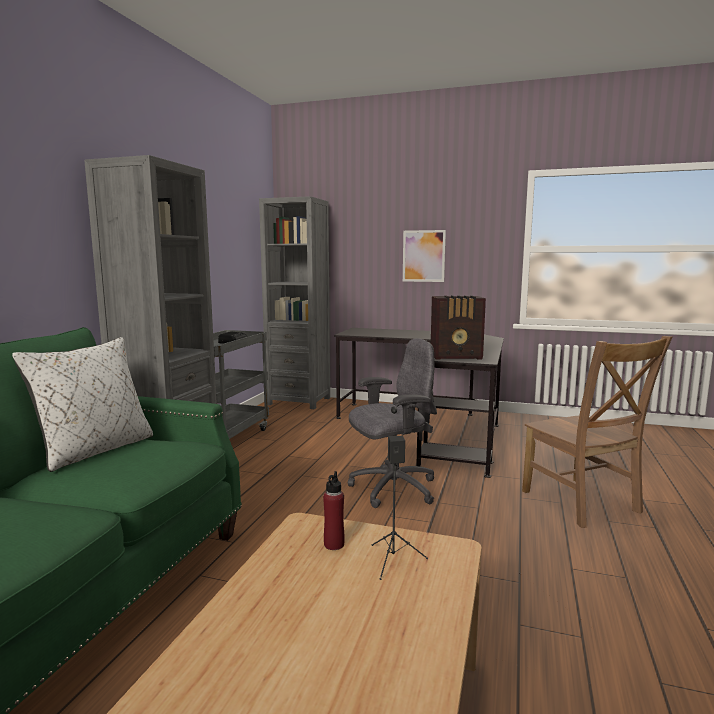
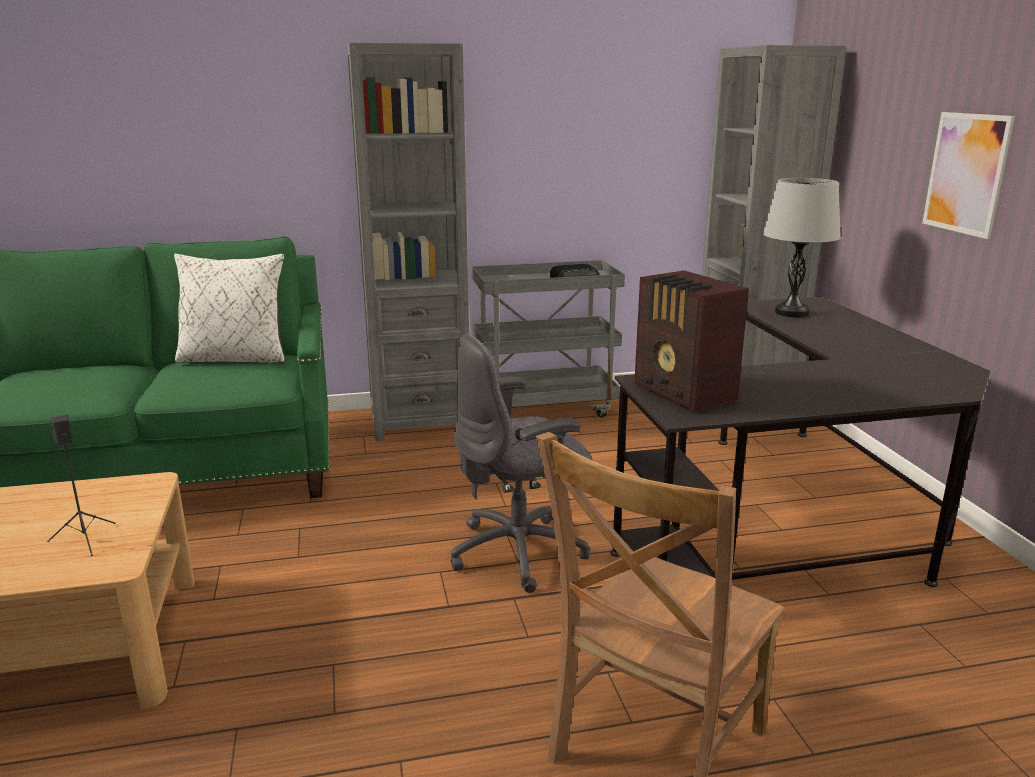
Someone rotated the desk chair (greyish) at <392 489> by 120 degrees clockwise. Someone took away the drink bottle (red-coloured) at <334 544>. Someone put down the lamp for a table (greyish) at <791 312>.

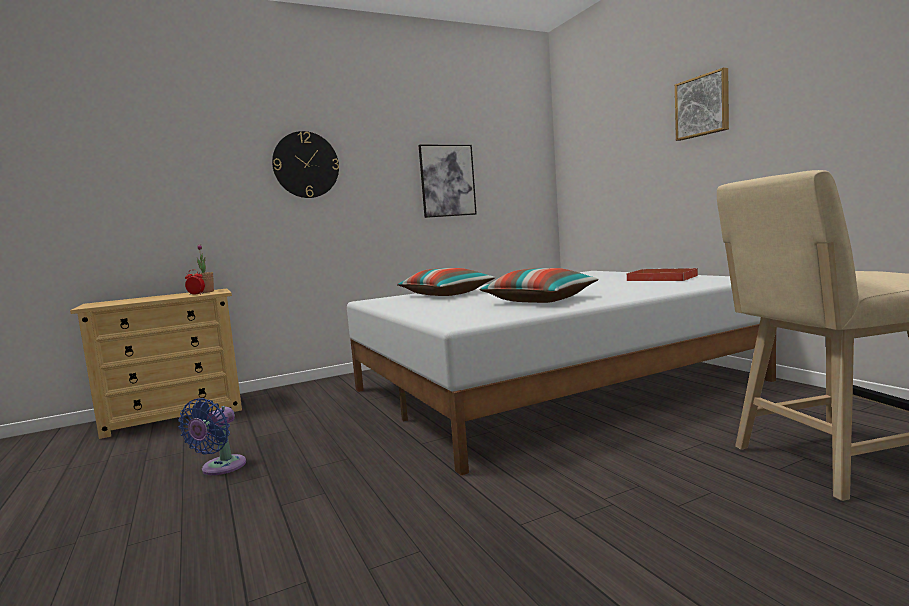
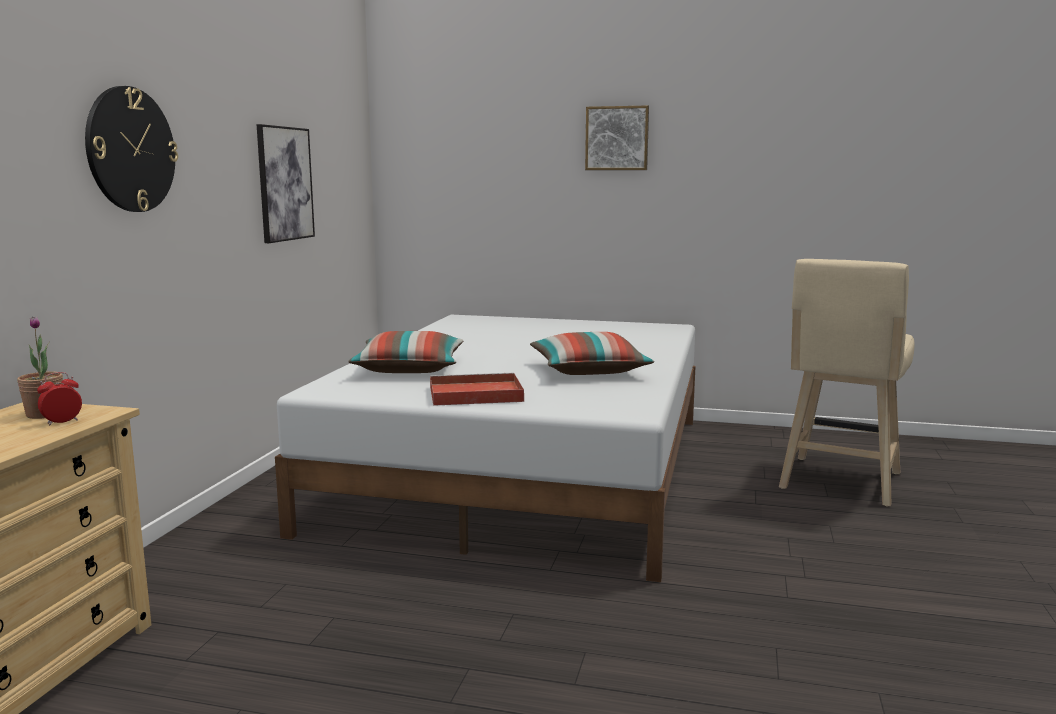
Someone carried the serving tray (red-coloured) from <660 278> to <473 394>. Someone took away the cooling fan (bluish) at <220 468>.

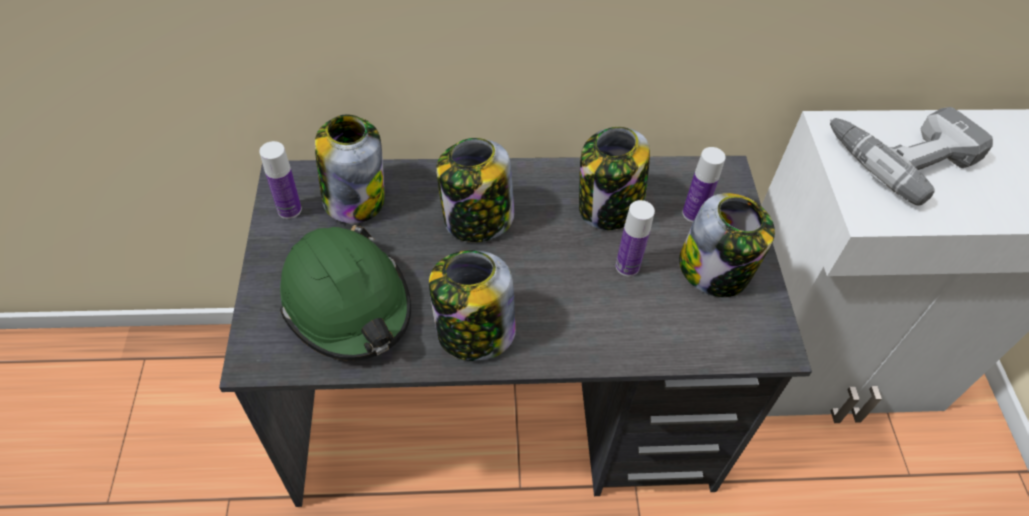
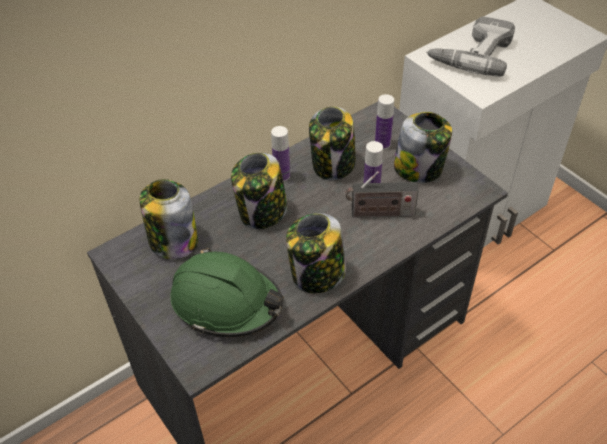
Someone carried the drink bottle from <289 210> to <282 176>. Someone put down the radio receiver at <379 213>.

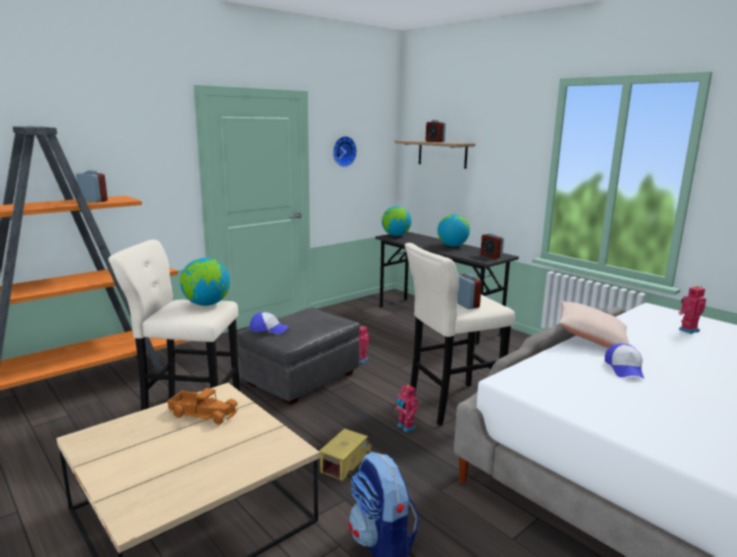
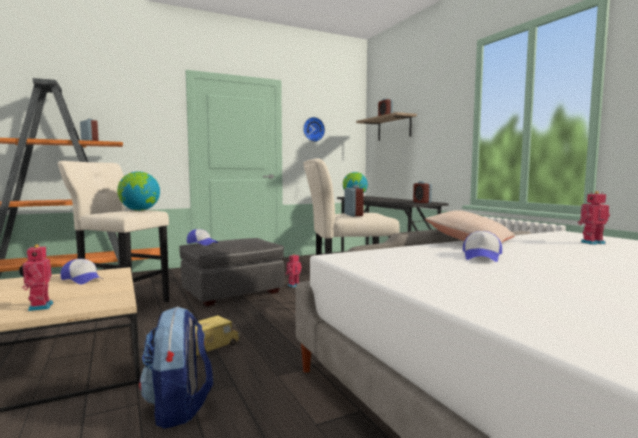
Someone took away the globe at <452 246>. Someone carried the model robot from <405 427> to <38 307>. Someone swapped the model truck at <203 413> for the baseball cap at <83 279>.

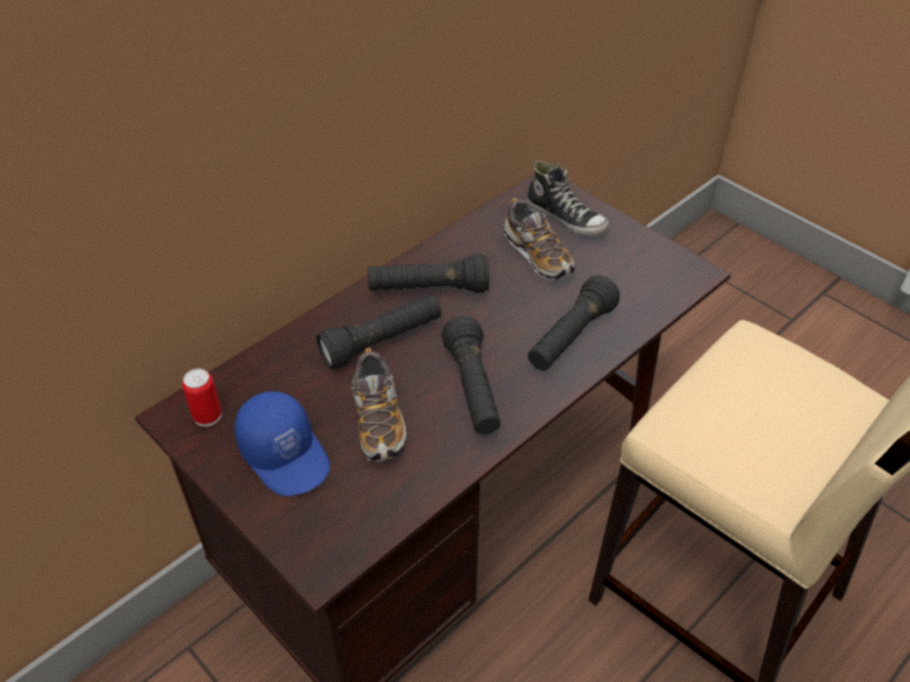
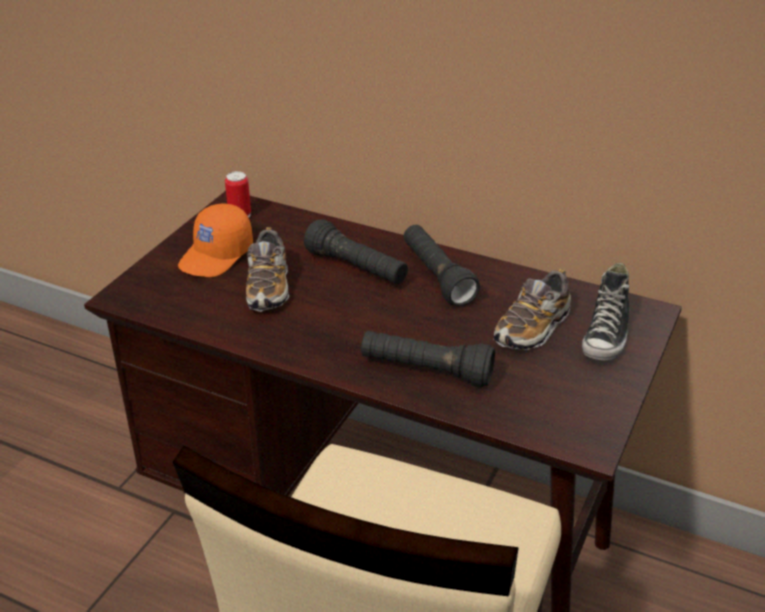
Someone took away the torch (black-coloured) at <473 389>. Someone rotated the low shoe at <379 421> by 60 degrees counterclockwise. Someone repainted the baseball cap (bluish) at <286 454>, which became the baseball cap (orange) at <217 256>.

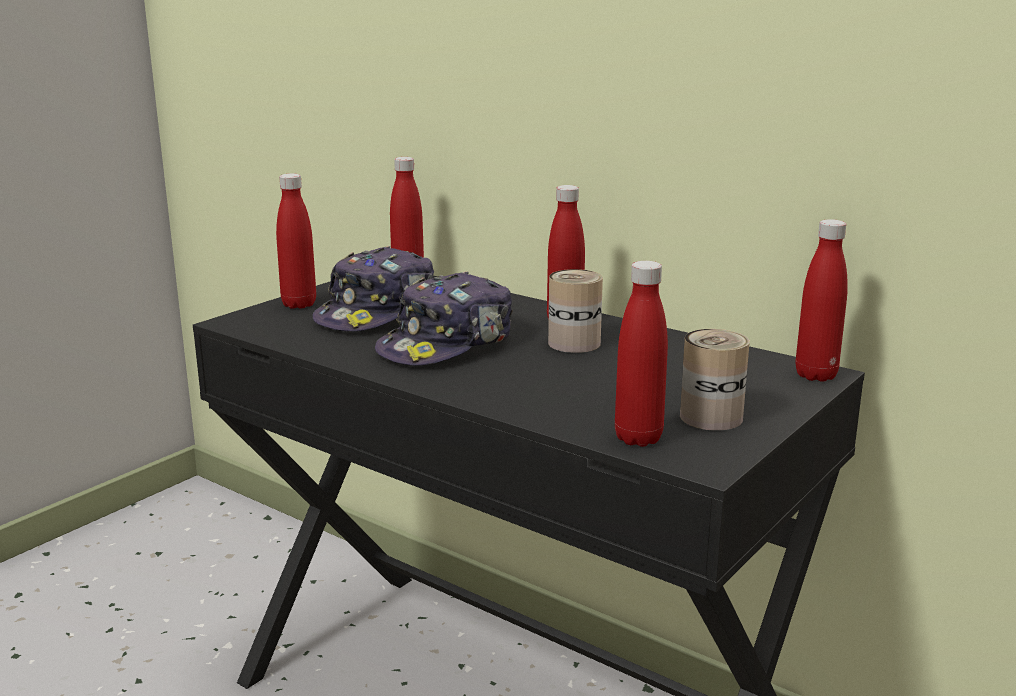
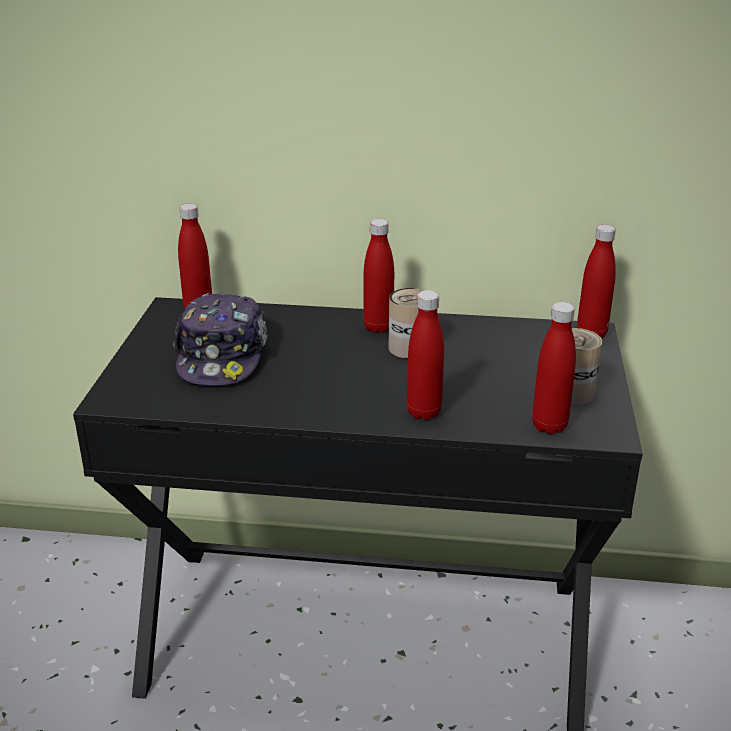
Someone carried the drink bottle (red-coloured) from <299 304> to <423 412>. Someone took away the baseball cap at <447 344>.

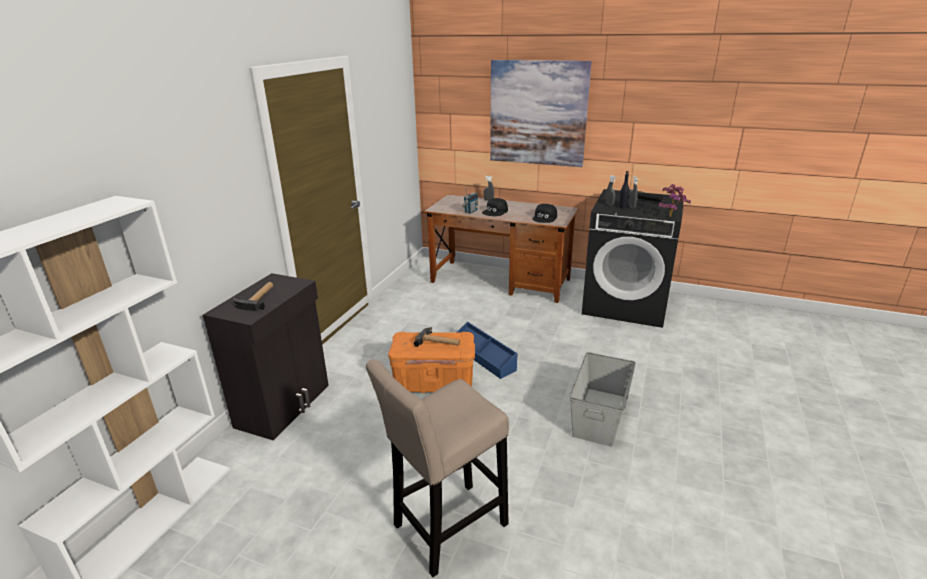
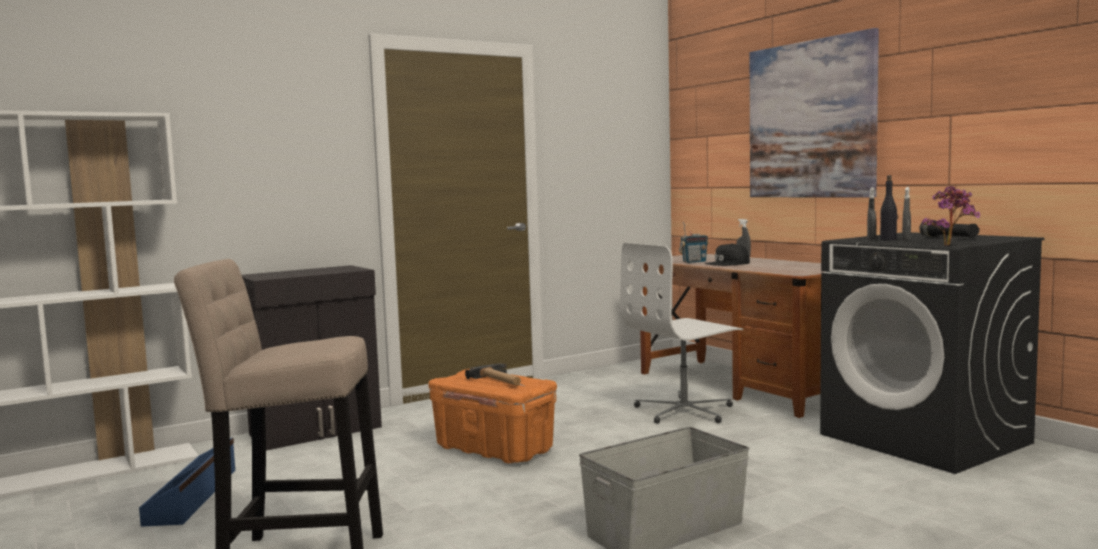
Someone took away the baseball cap (black-coloured) at <545 218>. Someone took away the tool hammer at <258 298>. Someone carried the storage container (bluish) from <483 356> to <194 496>. Someone put down the desk chair (white) at <685 411>.

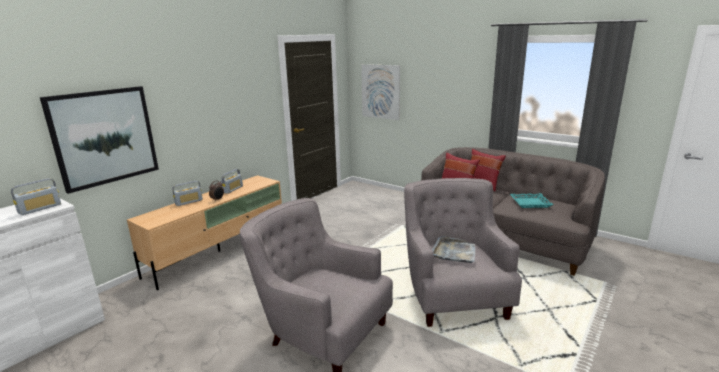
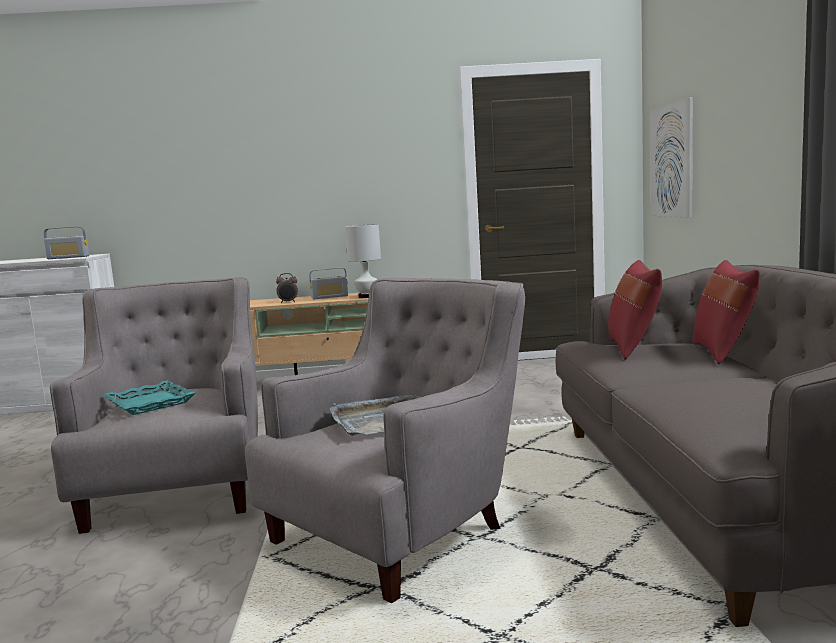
Someone took away the wall art at <104 137>. Someone took away the radio receiver at <189 202>. Someone carried the serving tray (turquoise-coloured) from <530 203> to <150 403>. Someone put down the lamp for a table (white) at <366 296>.

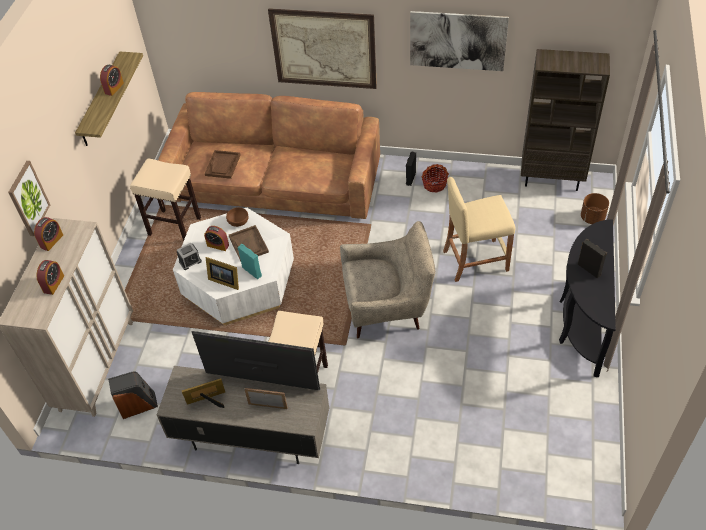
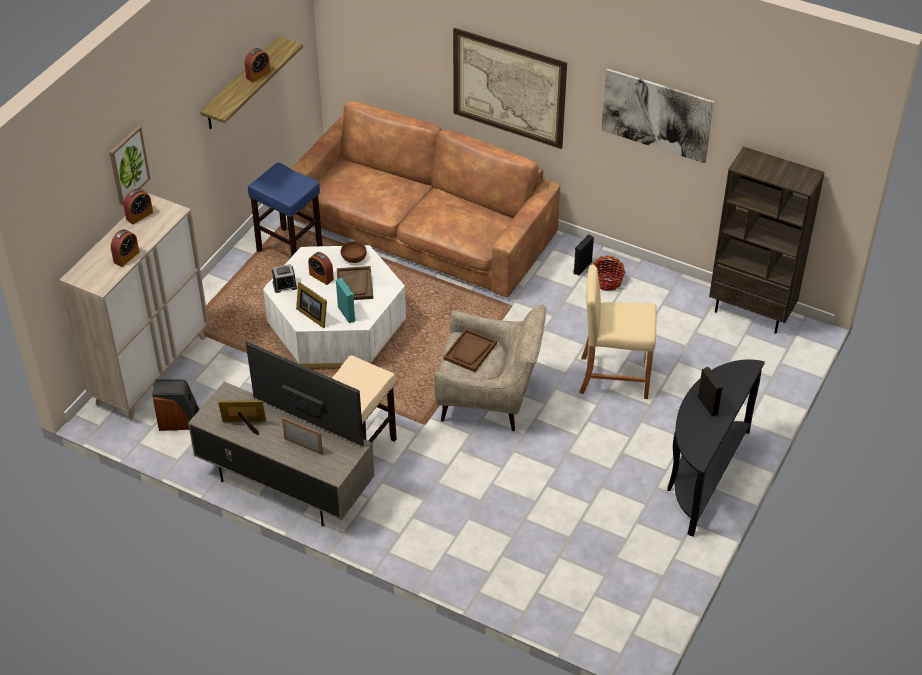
Someone carried the serving tray (brownish) from <223 165> to <470 351>. Someone repainted the stool (beige-coloured) at <175 226>, which became the stool (bluish) at <290 249>. Someone took away the planter (brownish) at <592 217>.

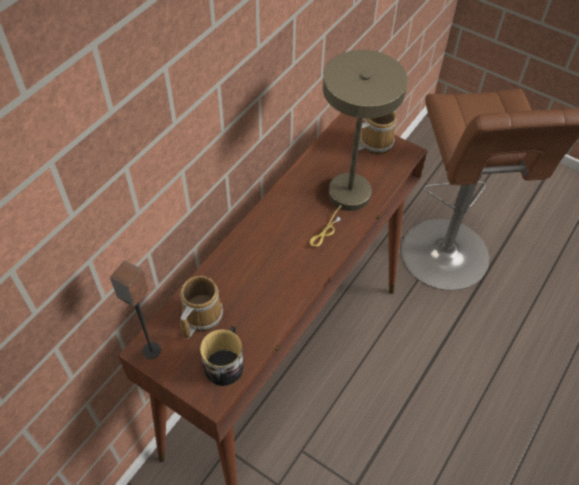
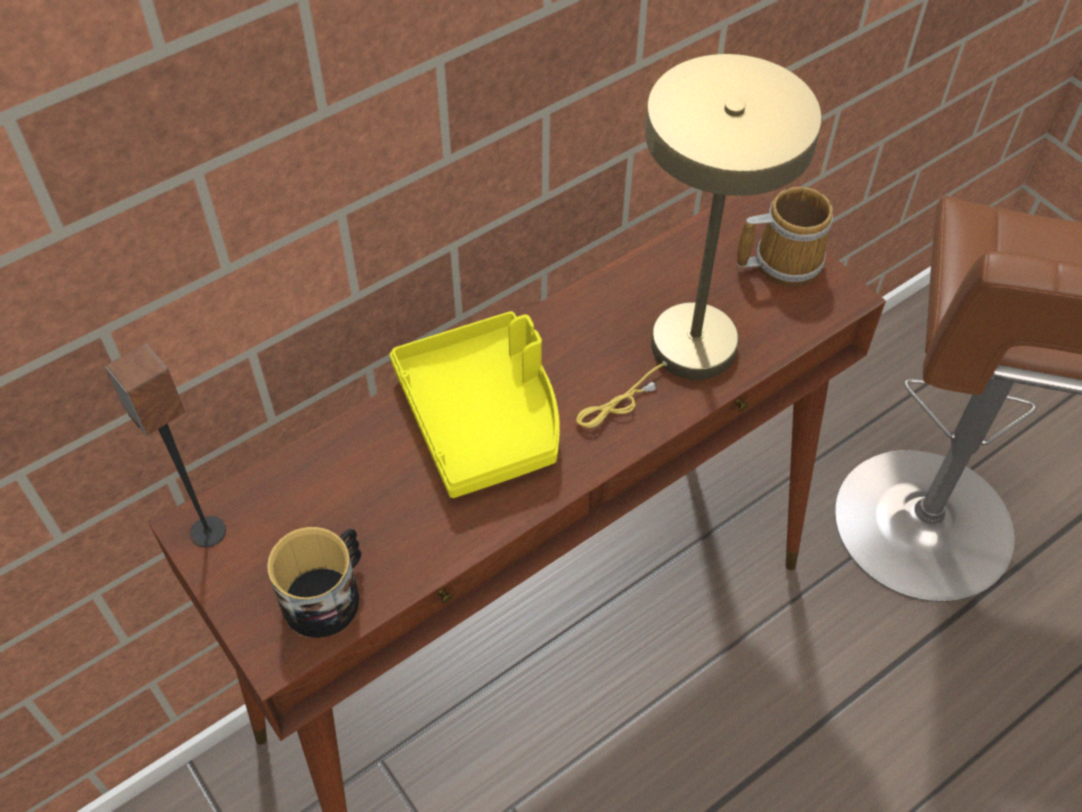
Someone took away the mug at <200 316>. Someone put down the serving tray (yellow-coloured) at <484 416>.

